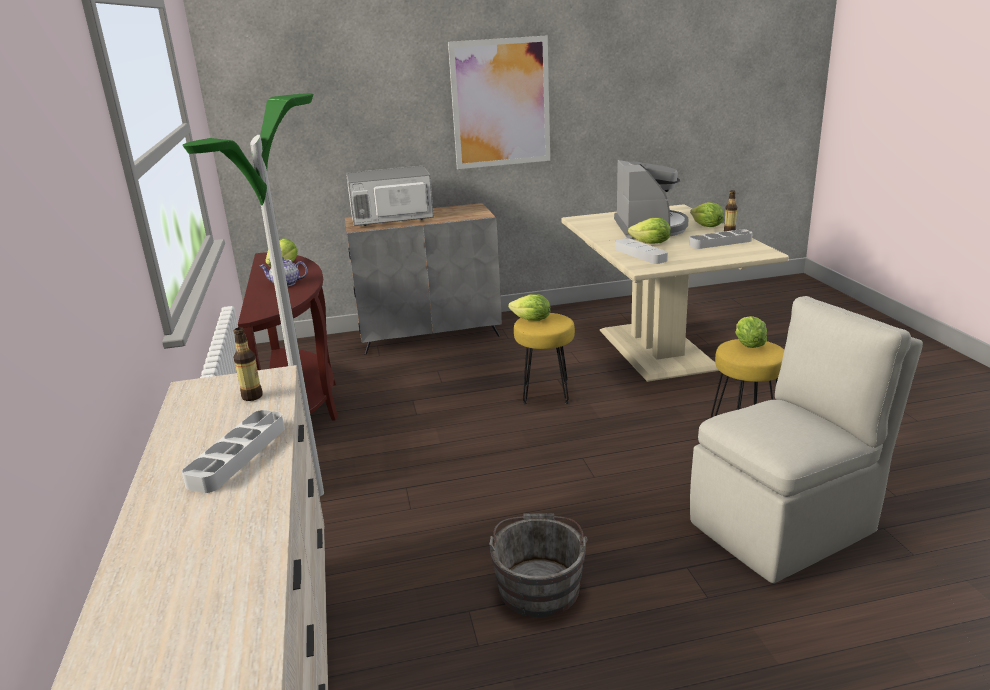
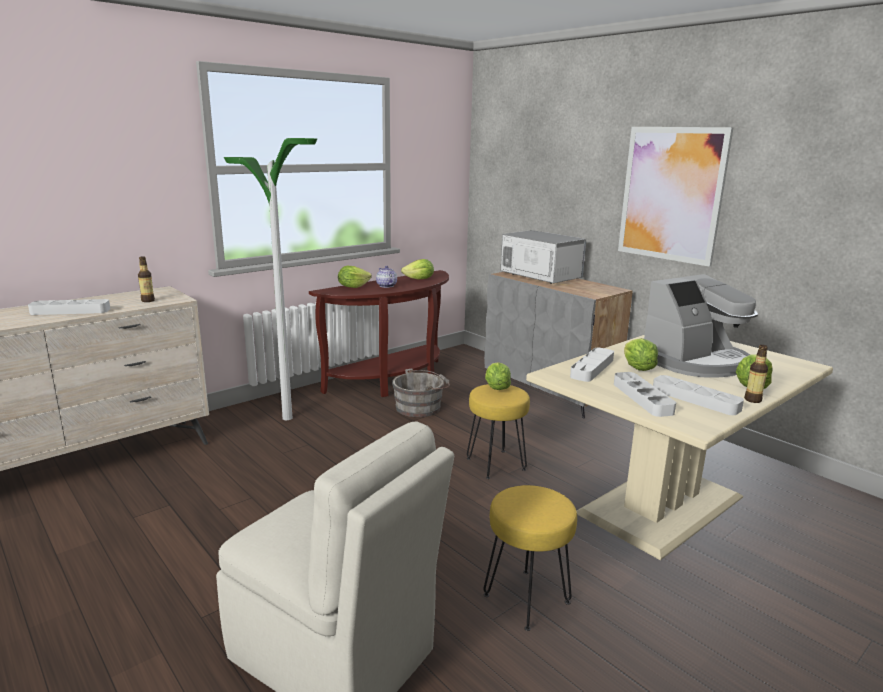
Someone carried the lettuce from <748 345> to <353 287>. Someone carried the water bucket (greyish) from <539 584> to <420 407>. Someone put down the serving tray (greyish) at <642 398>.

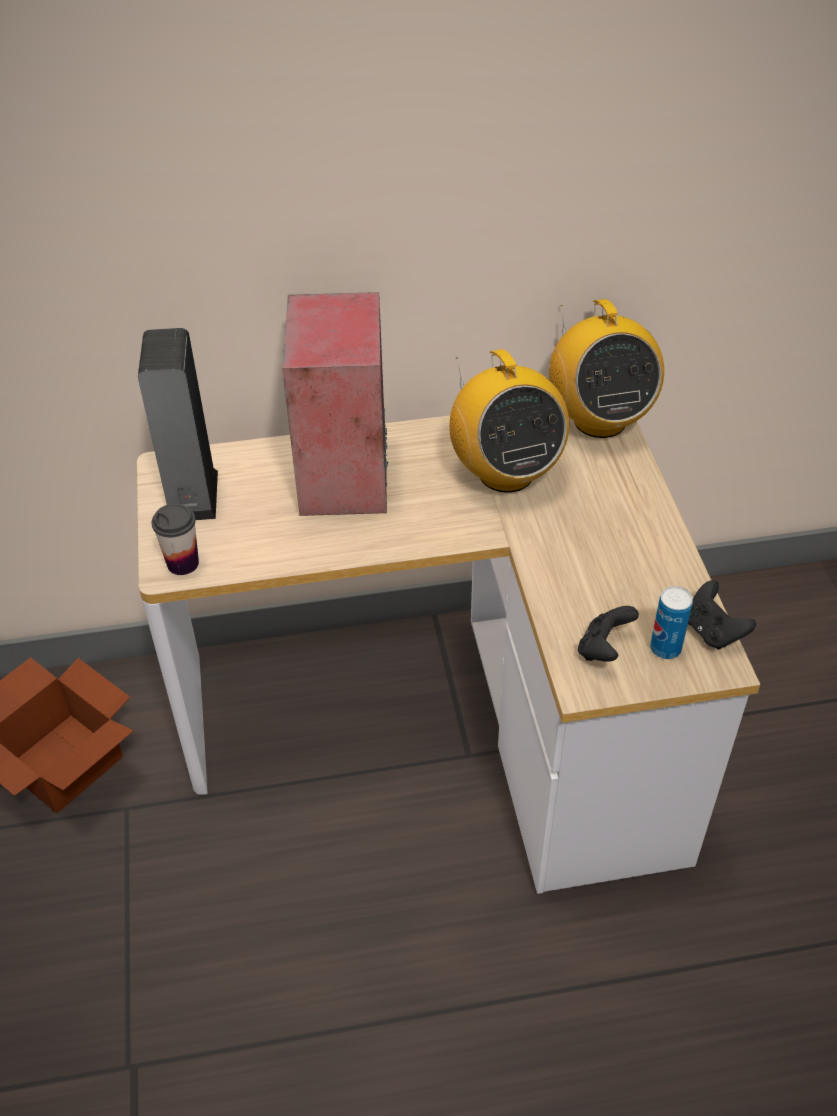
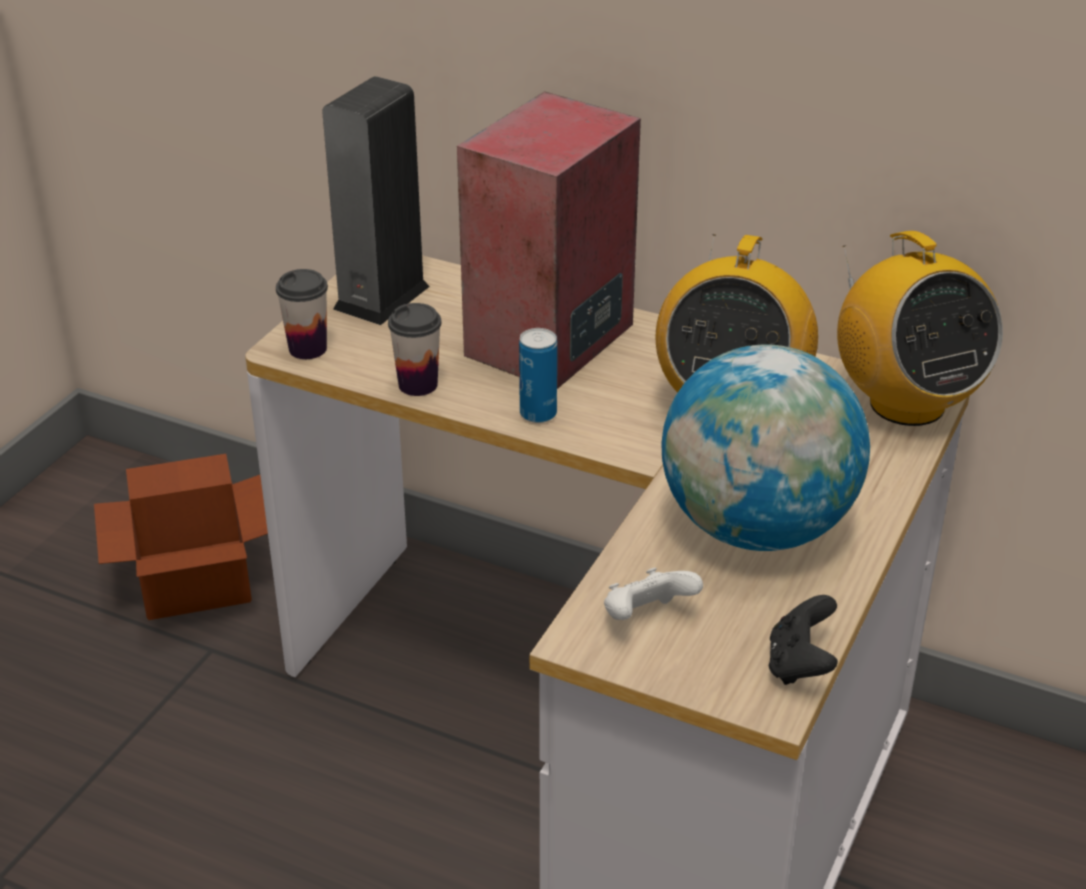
Someone rotated the radio receiver at <599 420> by 45 degrees counterclockwise. Someone carried the metal can from <665 648> to <538 414>. Someone repainted the gamepad (black-coloured) at <603 649>, which became the gamepad (white) at <646 618>. Someone put down the cup at <418 384>. Someone put down the globe at <756 528>.

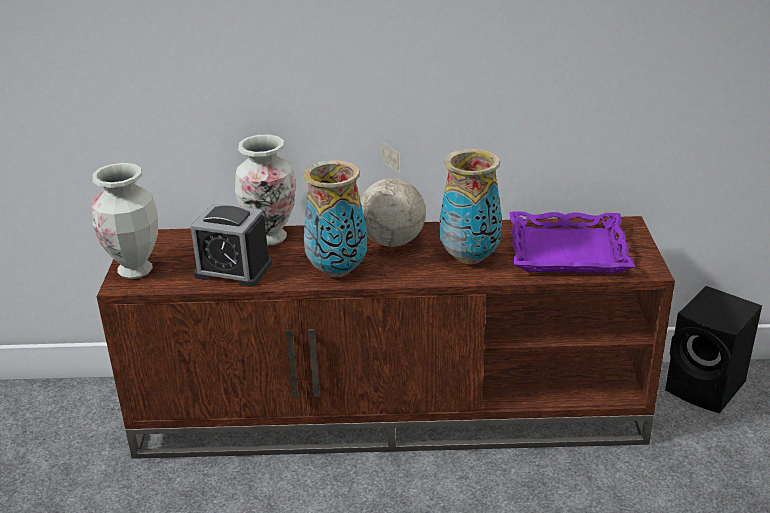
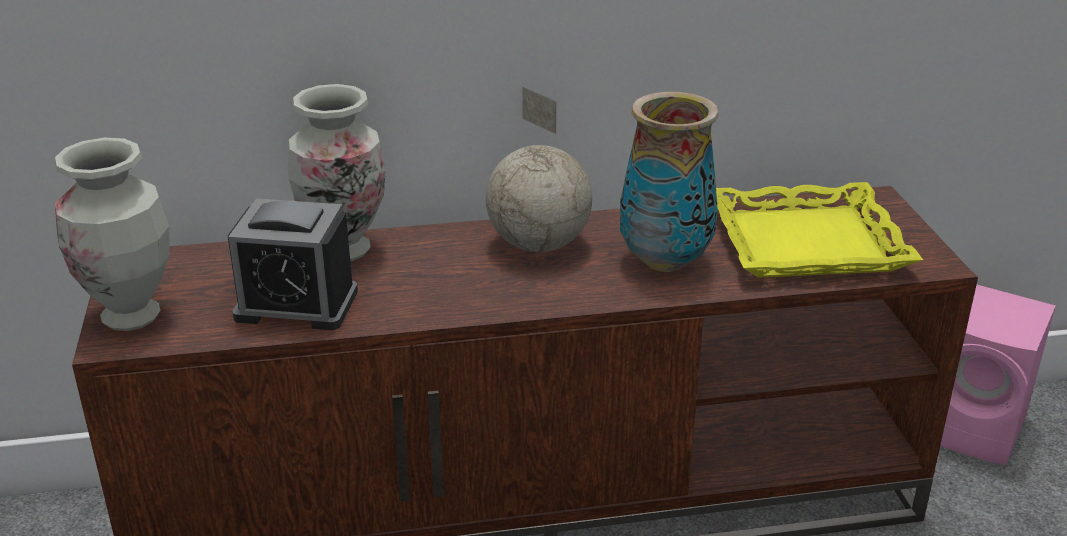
Someone took away the decorative vase at <336 271>. Someone repainted the serving tray (purple) at <567 251>, which became the serving tray (yellow-coloured) at <807 244>. Someone repainted the audio speaker (black-coloured) at <707 388>, which became the audio speaker (pink) at <978 429>.

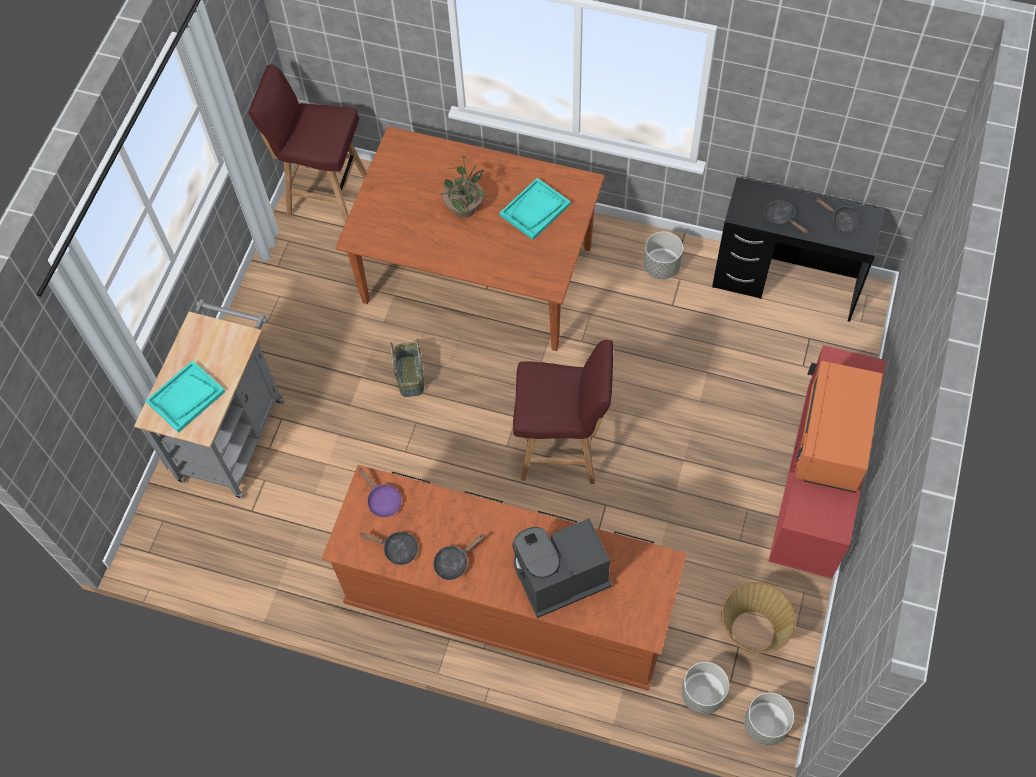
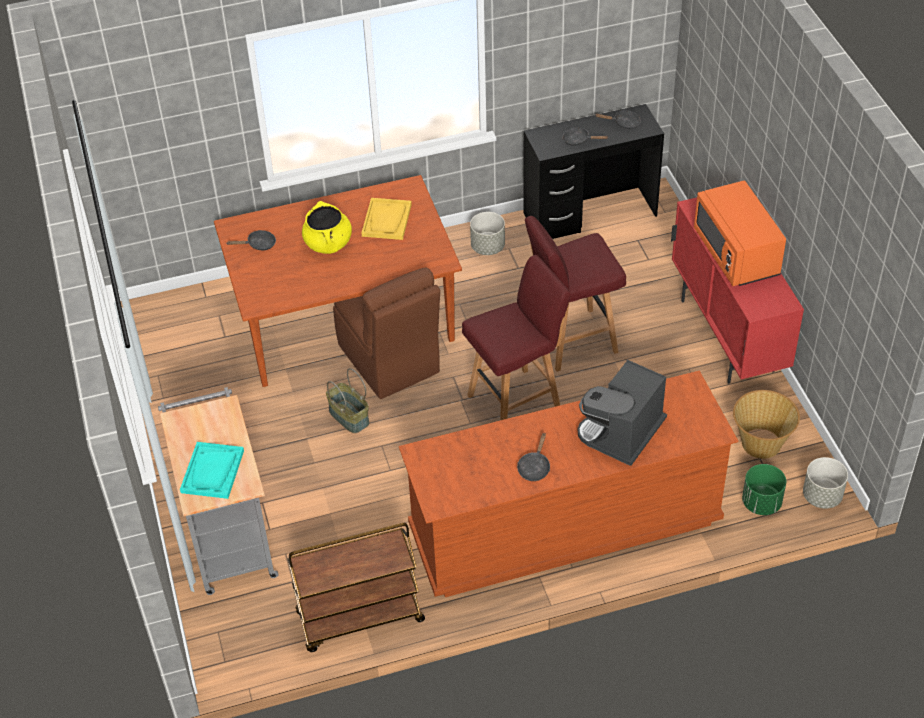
Someone carried the stool (red-coloured) from <325 194> to <571 340>. Someone swapped the plant in a pot at <465 207> for the cooking pot (yellow-coloured) at <328 244>. Someone repainted the serving tray (turquoise-coloured) at <535 210>, which became the serving tray (yellow-coloured) at <387 220>. Someone took away the skillet (purple) at <382 500>. Someone carried the skillet (black-coloured) from <397 549> to <258 244>. Someone repainted the planter (greyish) at <702 694>, which became the planter (greenish) at <761 503>. Someone put down the upright chair (brownish) at <389 360>. Someone put down the trolley (brownish) at <359 618>.

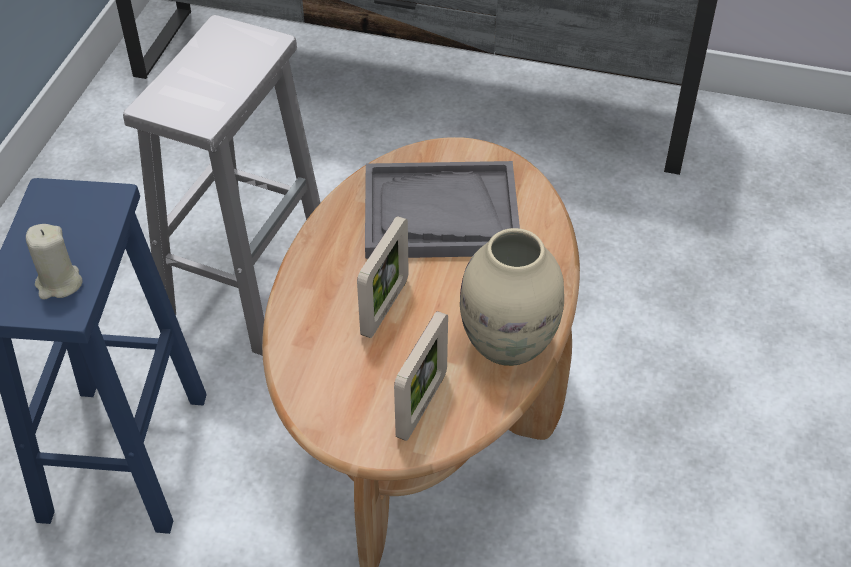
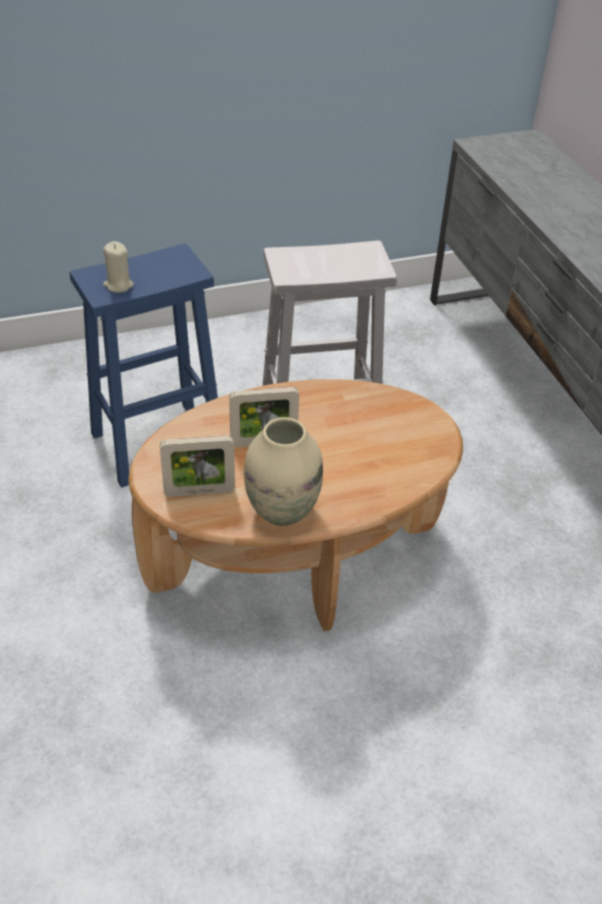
Someone took away the serving tray (greyish) at <440 214>.

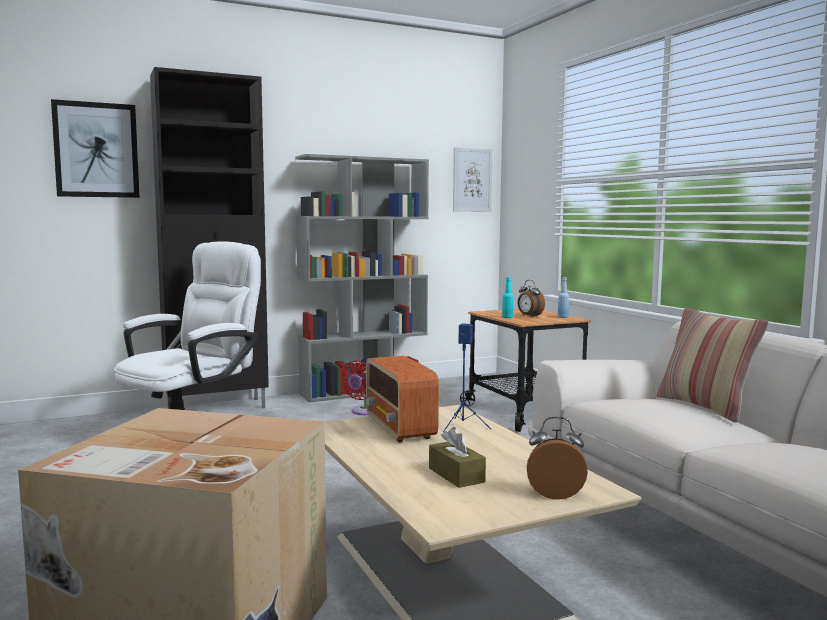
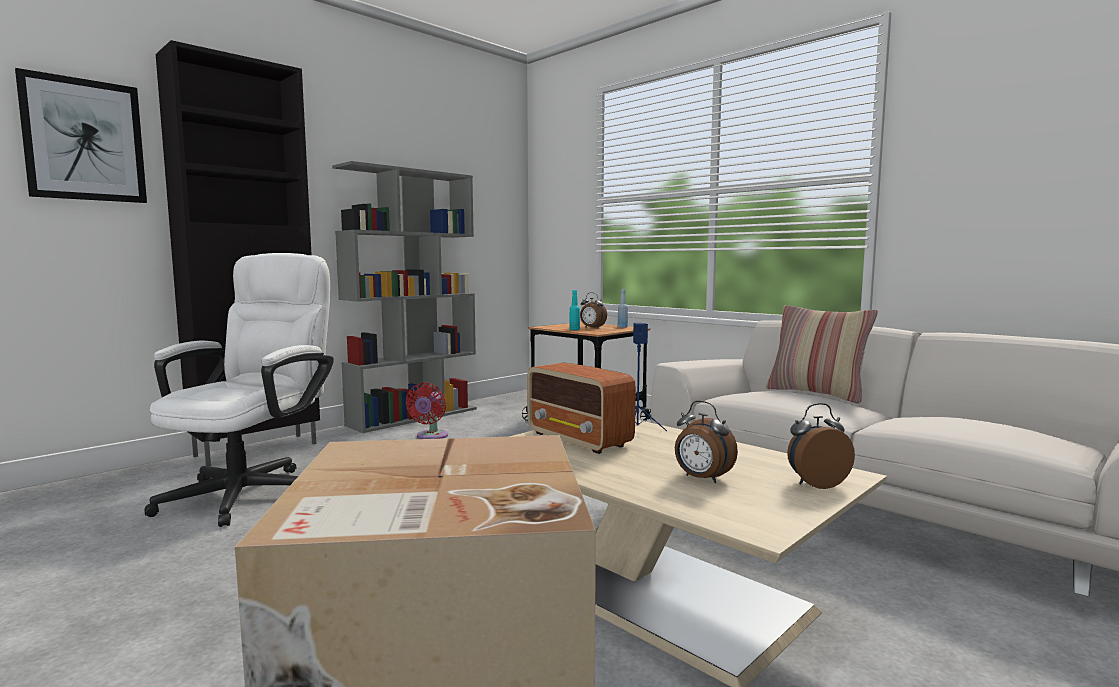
Someone took away the wall art at <472 180>. Someone swapped the box of tissues (brownish) at <456 475> for the table clock at <701 479>.

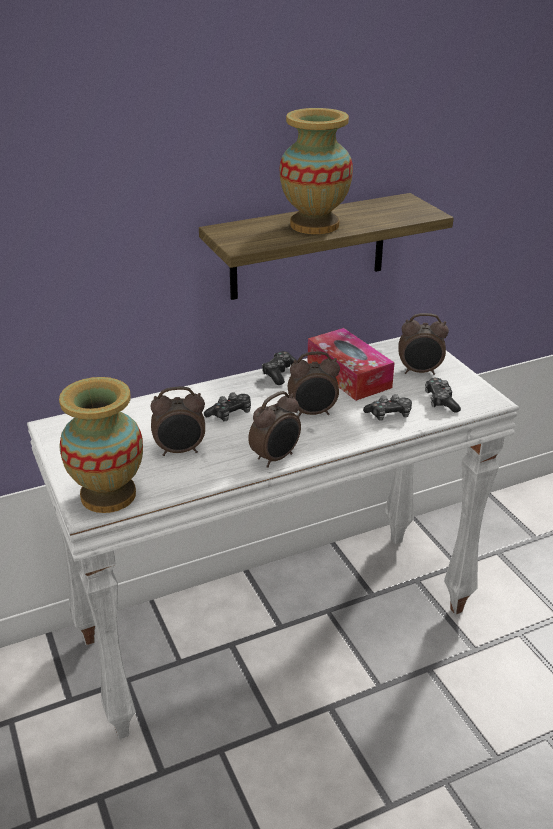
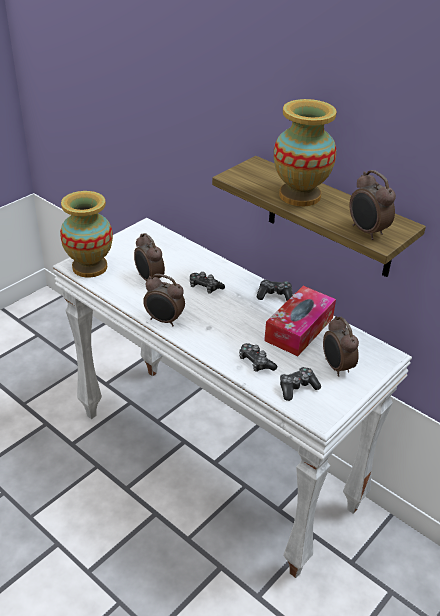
Someone carried the table clock from <313 413> to <366 232>.

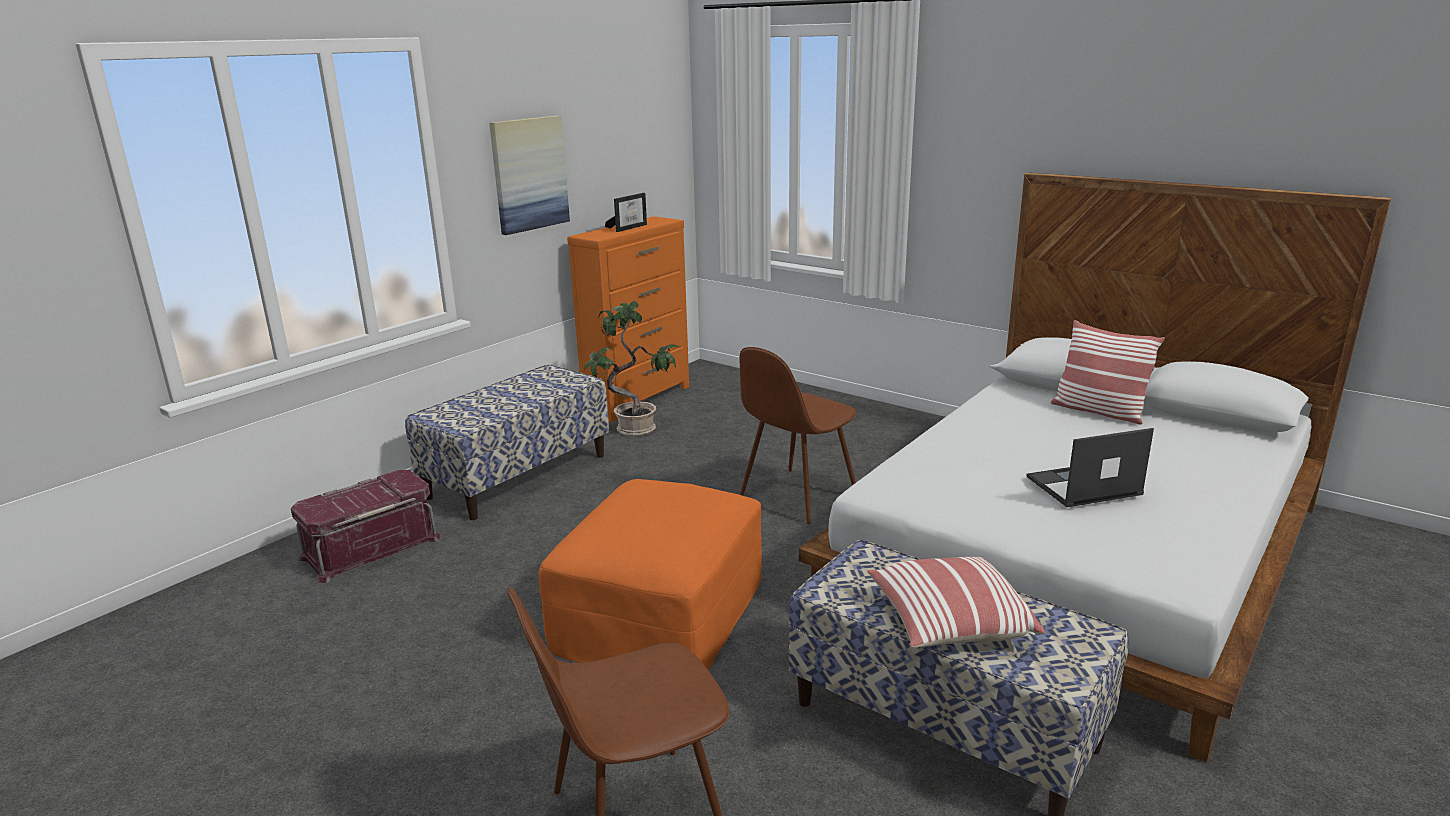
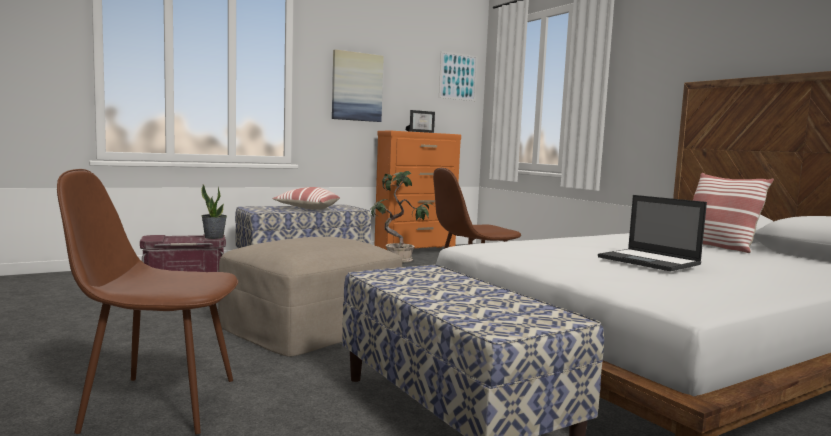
Someone rotated the laptop at <1082 486> by 135 degrees counterclockwise. Someone repainted the pouffe (orange) at <661 612>, which became the pouffe (beige-coloured) at <312 324>. Someone carried the pillow from <948 622> to <307 208>. Someone put up the wall art at <458 76>. Someone put down the plant in a pot at <214 237>.

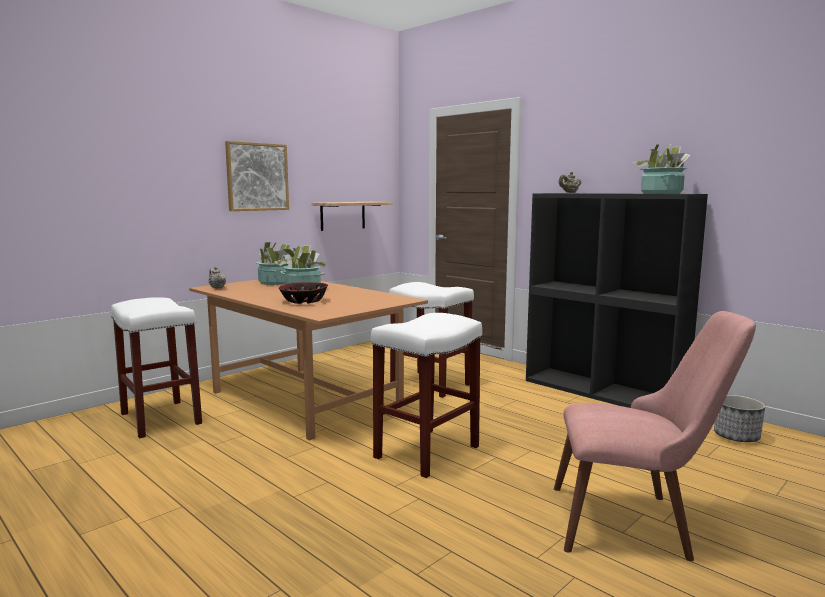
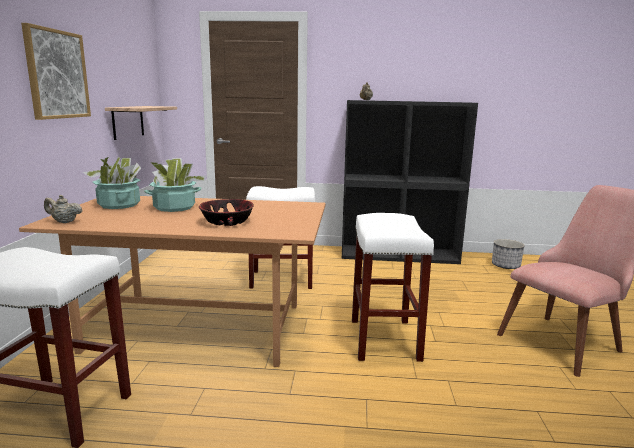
Someone took away the plant in a pot at <661 193>.

